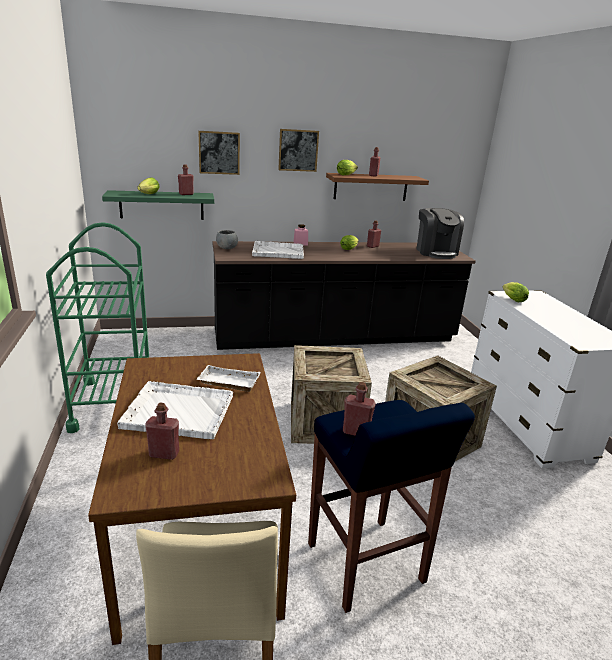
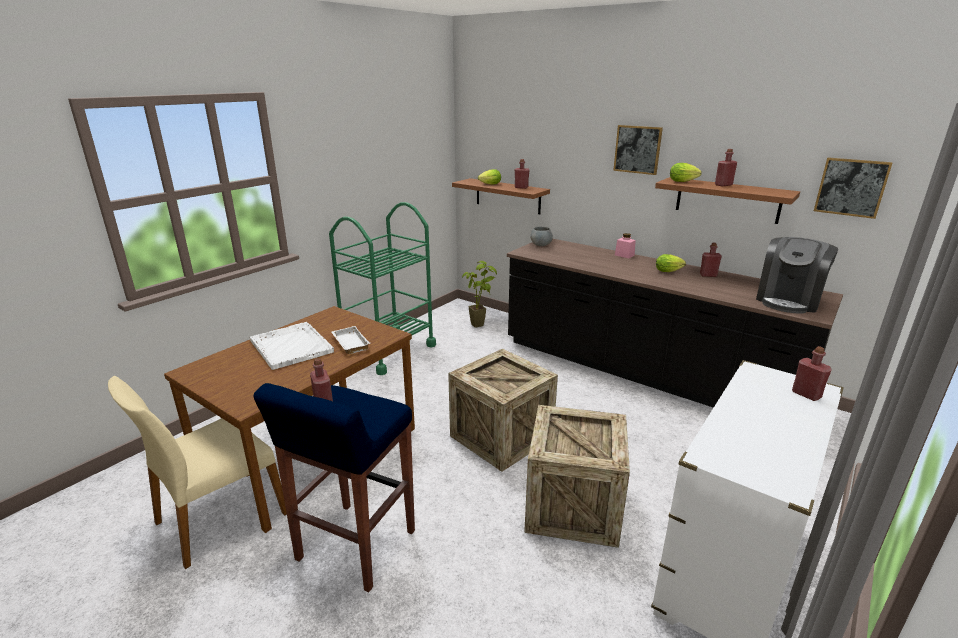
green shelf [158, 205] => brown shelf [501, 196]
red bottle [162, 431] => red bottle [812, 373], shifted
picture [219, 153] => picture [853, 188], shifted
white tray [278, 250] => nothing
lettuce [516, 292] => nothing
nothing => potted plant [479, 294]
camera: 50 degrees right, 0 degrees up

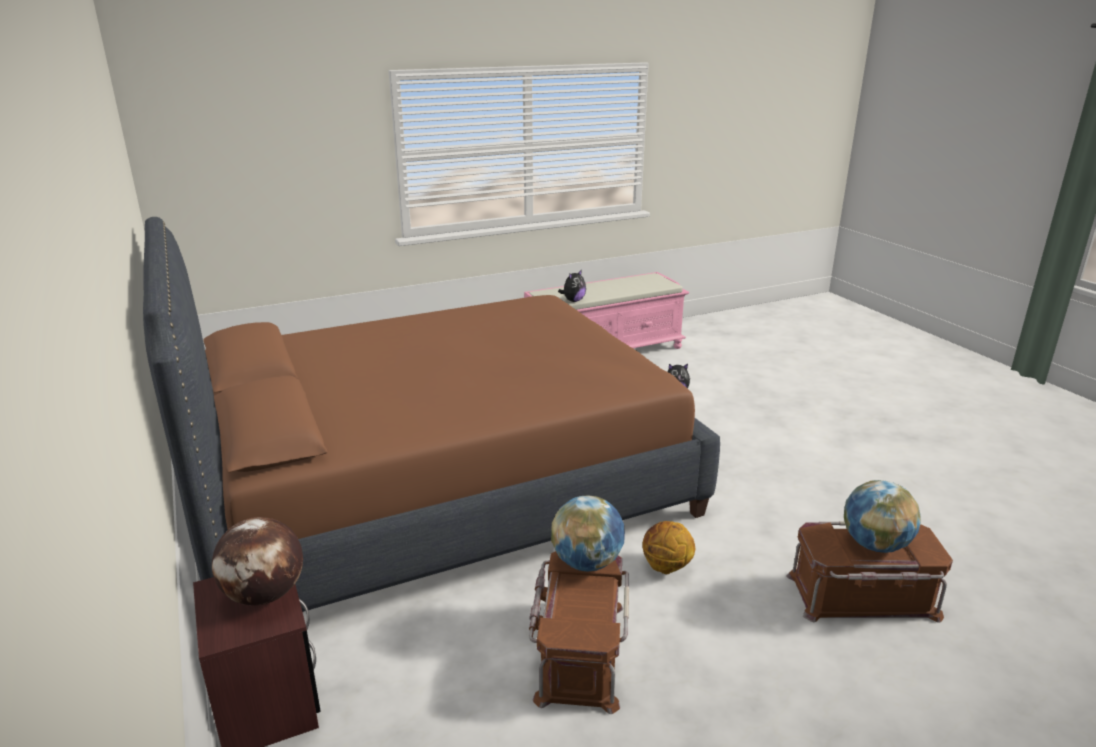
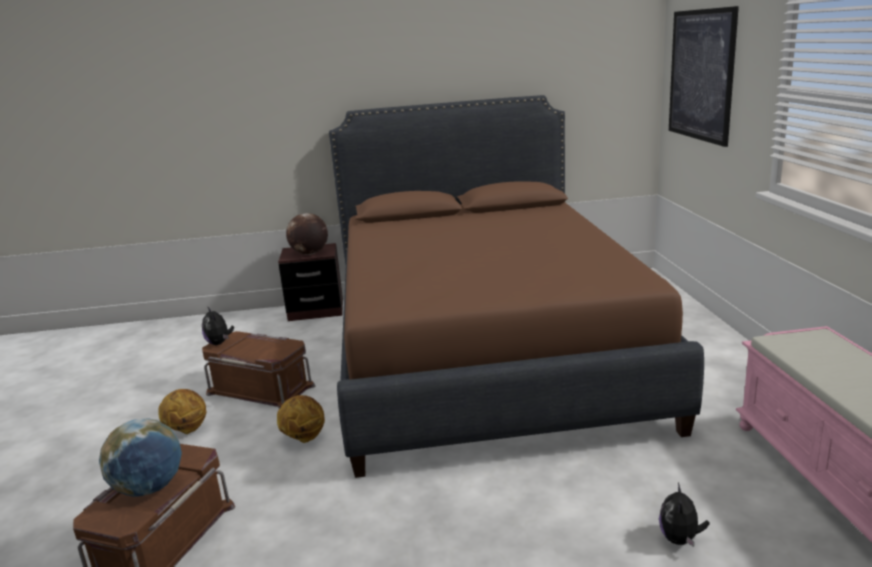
globe [588, 533] => nothing
plush toy [572, 285] => plush toy [218, 325], shifted
nothing => basketball [182, 411]
nothing => picture [704, 76]
camera: 110 degrees right, 5 degrees down

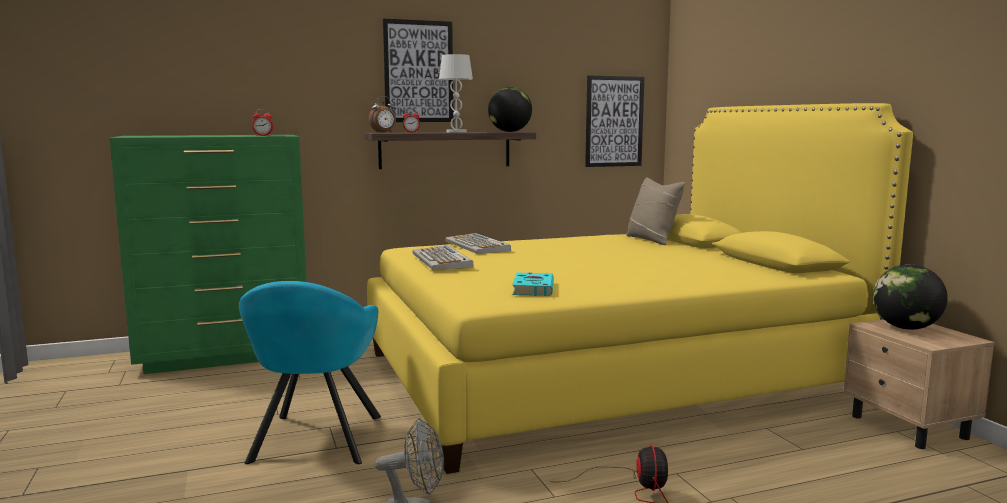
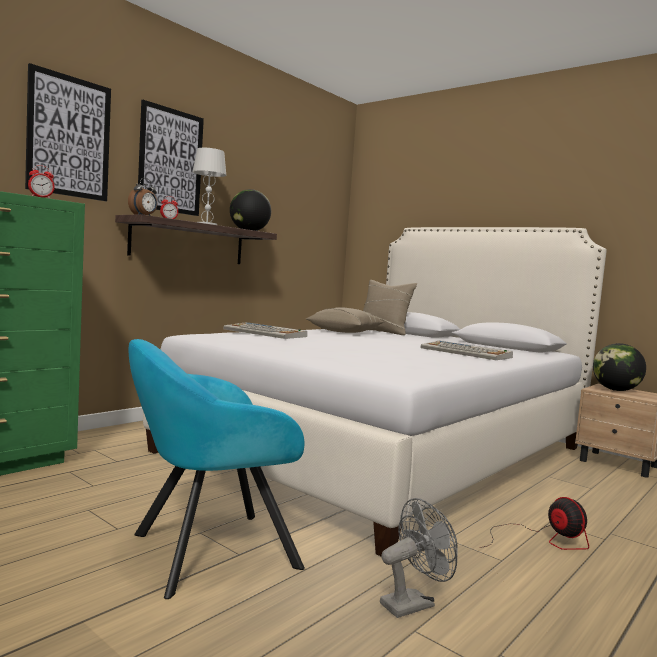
turquoise armchair [310, 372] => turquoise armchair [216, 469], 90 degrees clockwise
yellow bed [640, 288] => white bed [375, 391]
keyboard [443, 257] => keyboard [467, 350], shifted
turquoise book [533, 284] => nothing
picture [614, 121] => picture [68, 132], shifted
nothing => beige pillow [345, 320]
camera: 30 degrees left, 5 degrees down

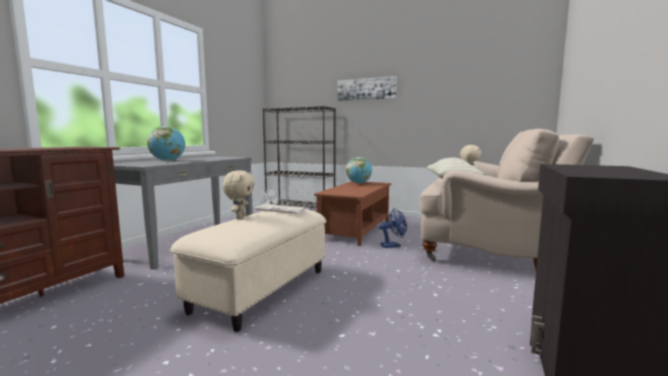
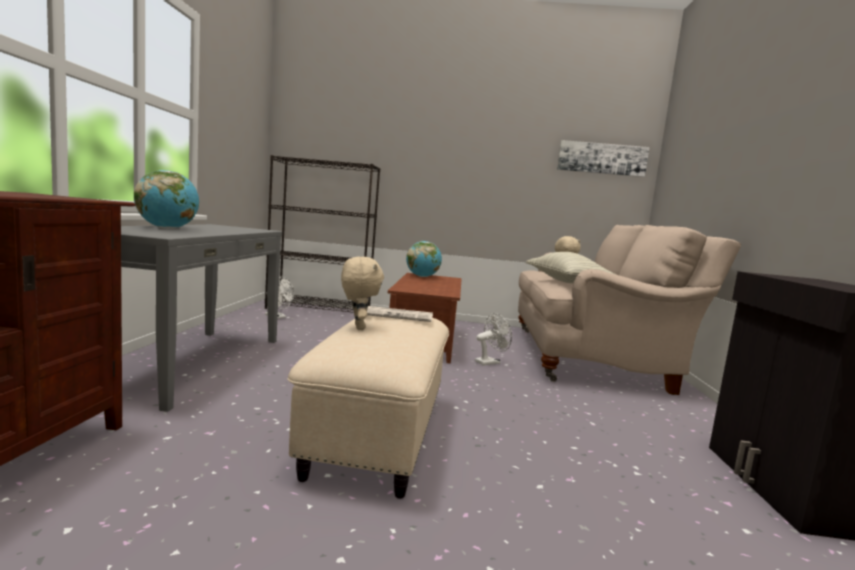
picture [367, 88] => picture [603, 158], shifted
blue fan [393, 228] => white fan [493, 339]
camera: 20 degrees left, 0 degrees up

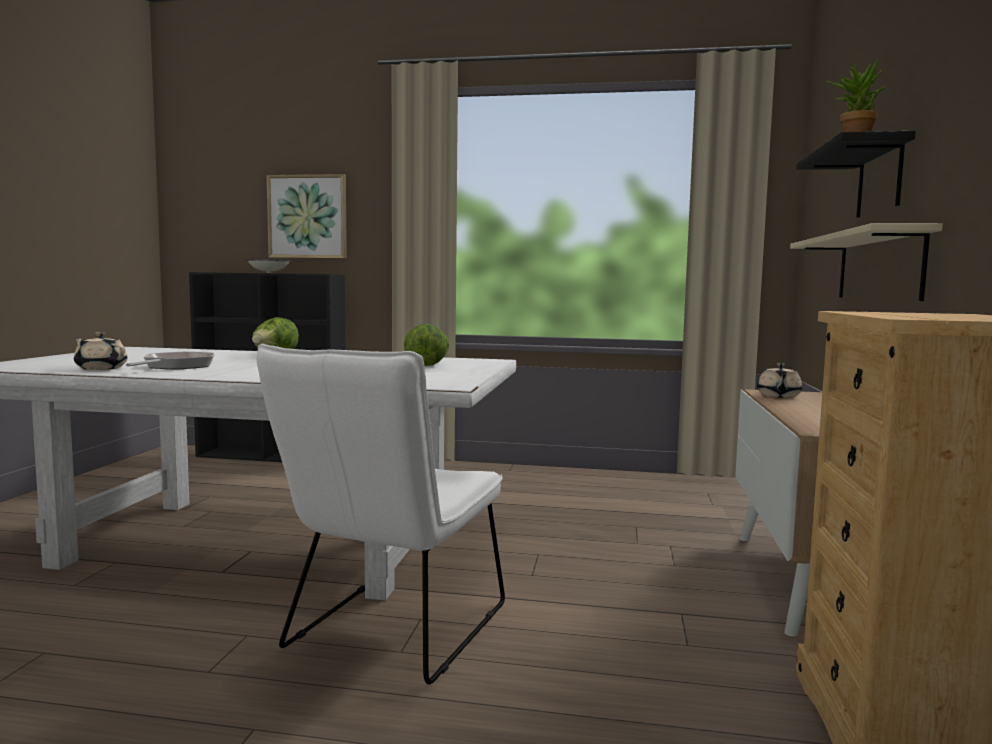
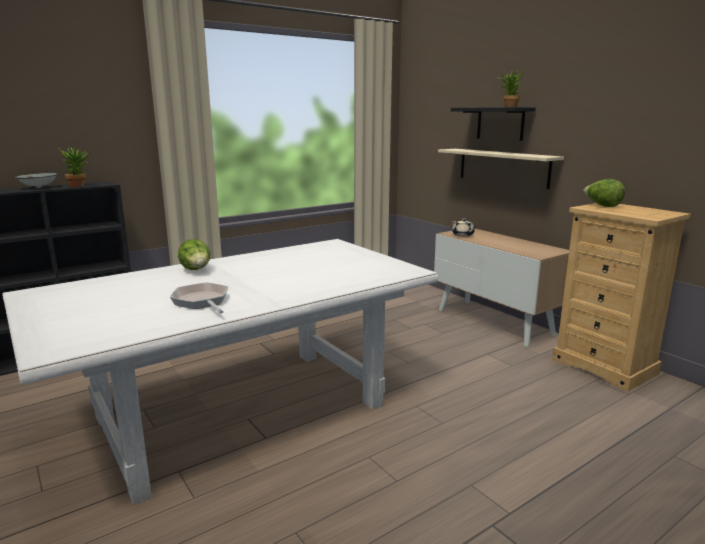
beige teapot [100, 351] => nothing
white chair [381, 514] => nothing
picture [306, 216] => nothing
lettuce [426, 345] => lettuce [604, 193], shifted
nothing => potted plant [75, 167]
camera: 45 degrees left, 10 degrees up

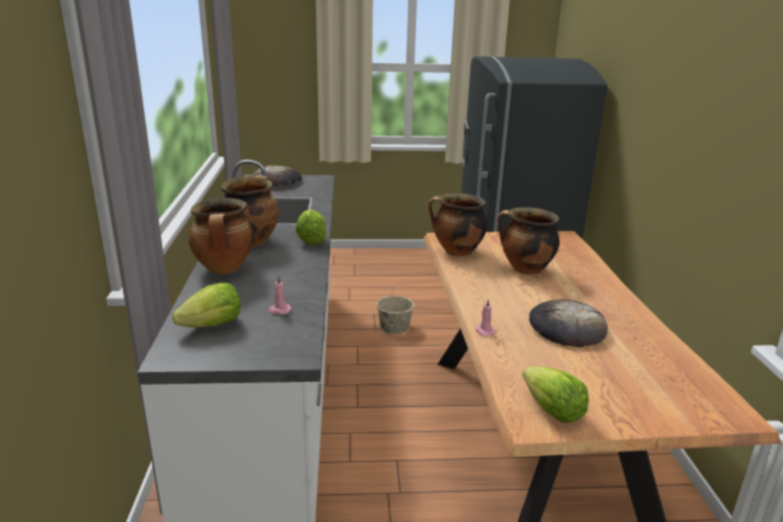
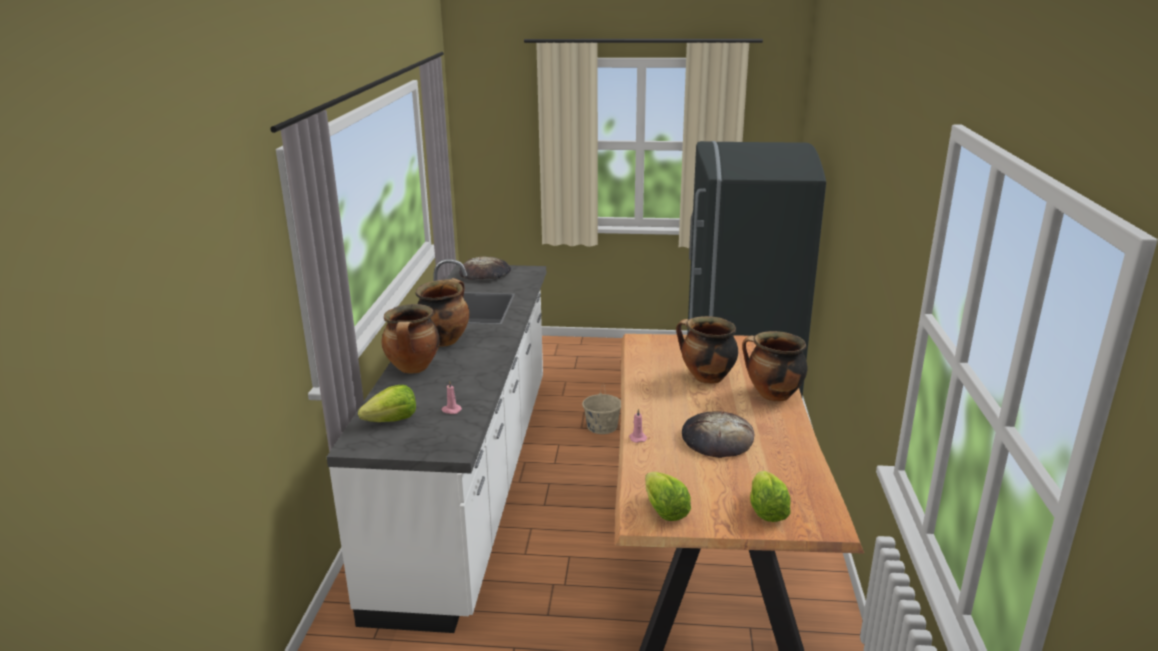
lettuce [311, 227] => lettuce [770, 496], shifted
cooking pot [458, 224] => cooking pot [775, 366], shifted
camera: 10 degrees right, 0 degrees up

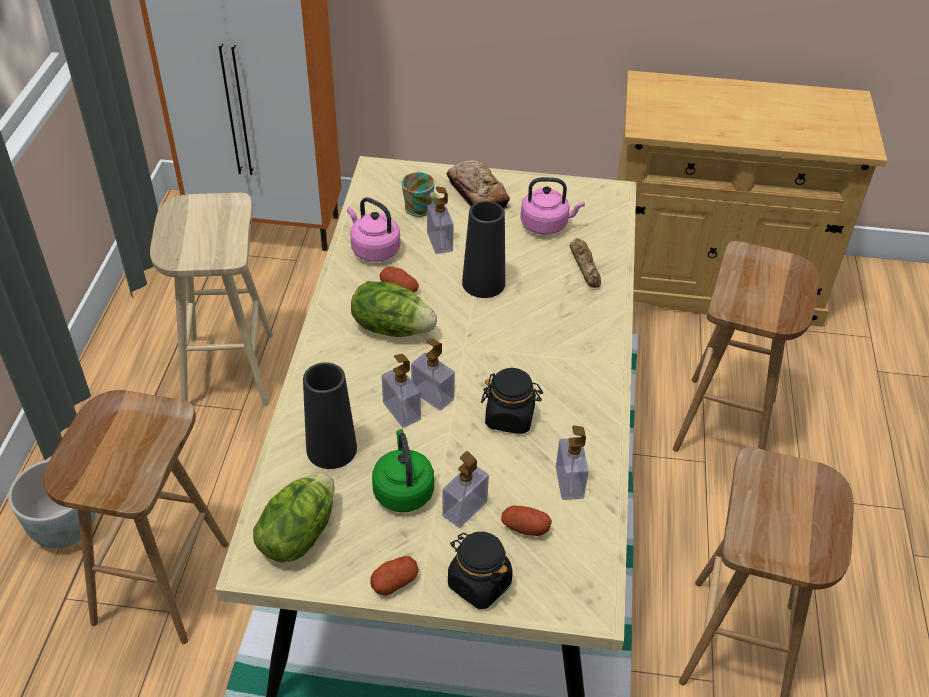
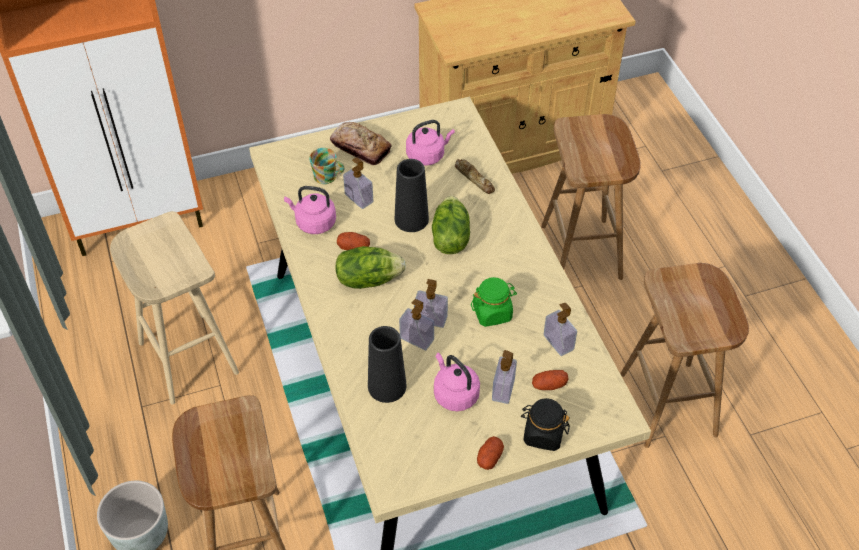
lettuce [293, 517] => lettuce [451, 225], shifted
green kettle [403, 470] => pink kettle [457, 381]
black jar [512, 401] => green jar [494, 302]
camera: 25 degrees left, 5 degrees up

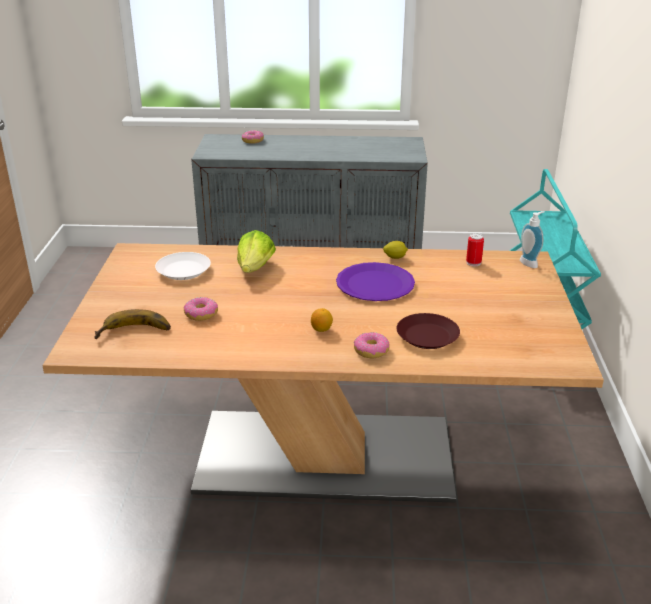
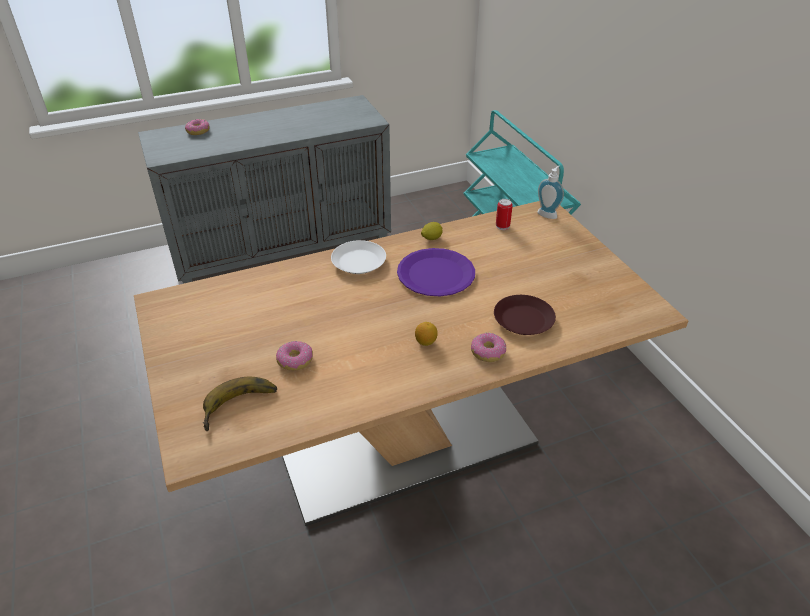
white plate [183, 266] => white plate [358, 257], shifted
lettuce [256, 251] => nothing
camera: 25 degrees left, 10 degrees up

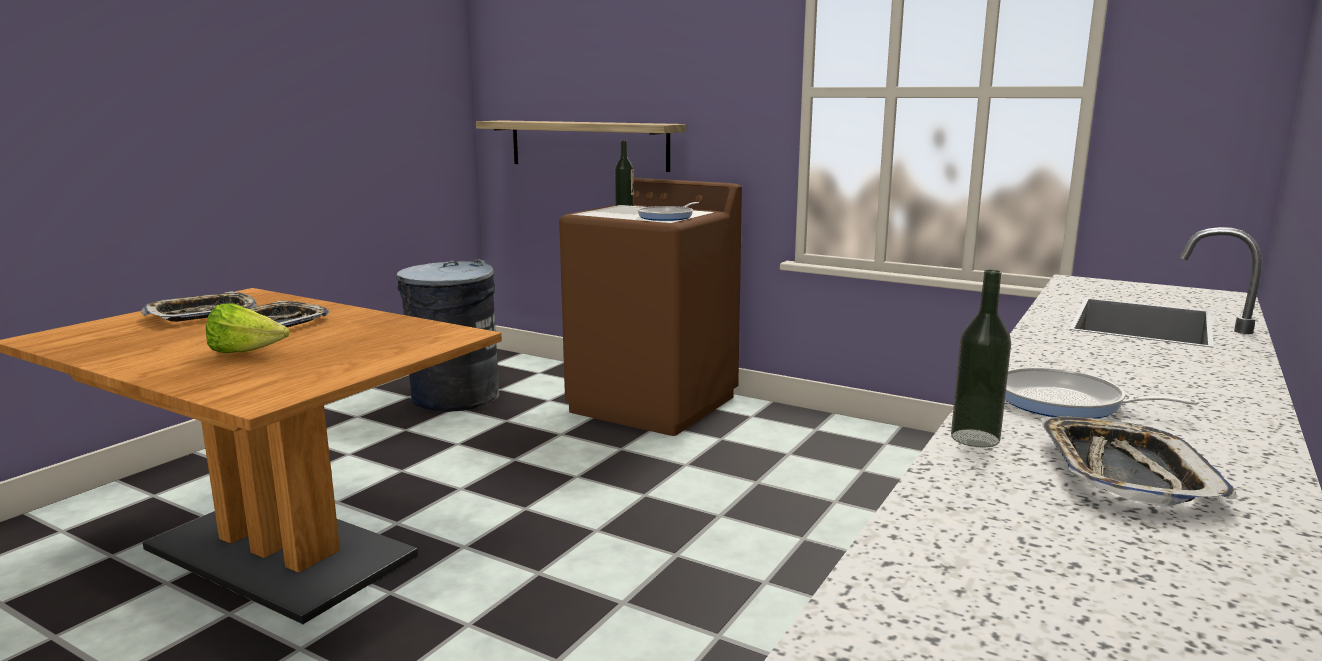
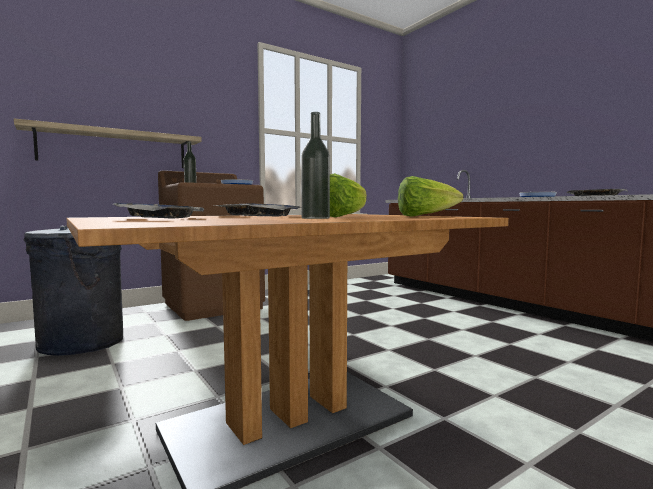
bottle [981, 359] => bottle [315, 165], shifted
nothing => lettuce [430, 196]
camera: 65 degrees left, 10 degrees down

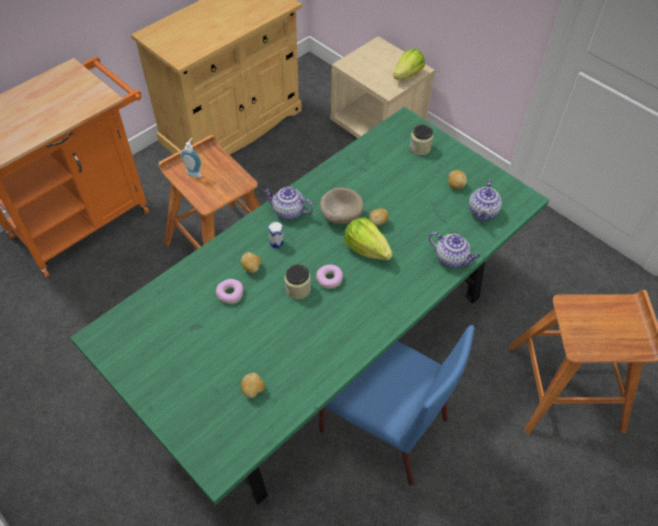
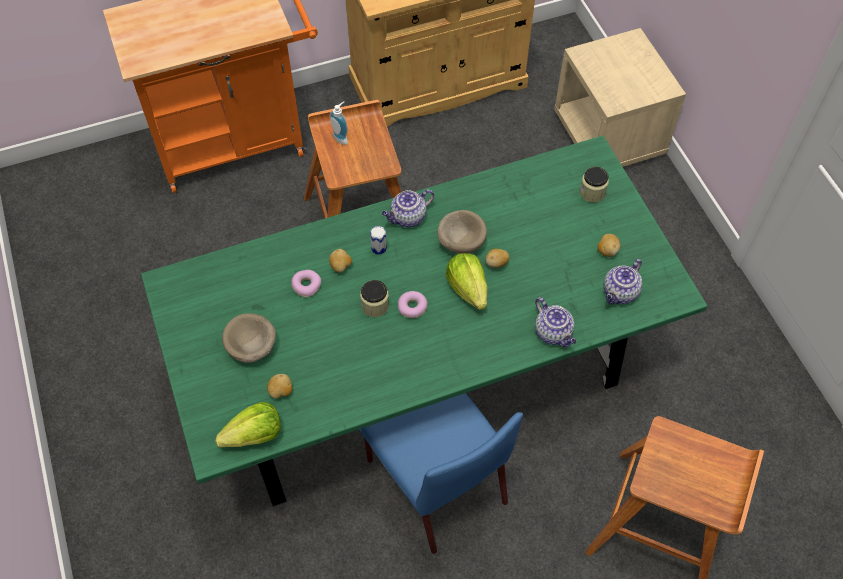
teapot [288, 203] => teapot [408, 208], 75 degrees counterclockwise
lettuce [409, 64] => lettuce [248, 424], shifted
nothing => beige bowl [249, 338]
camera: 25 degrees right, 5 degrees up

